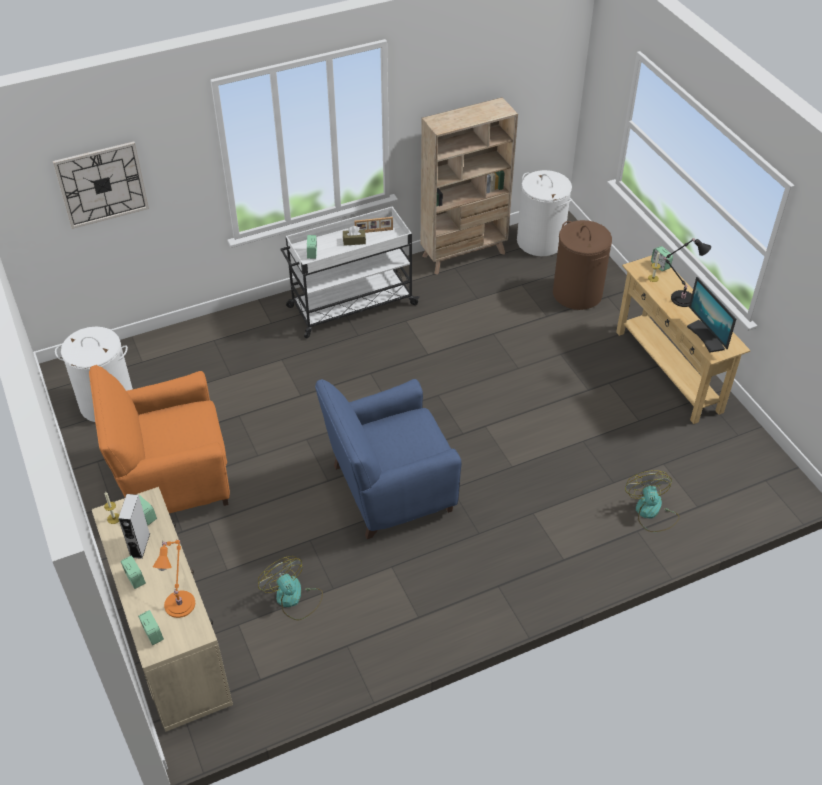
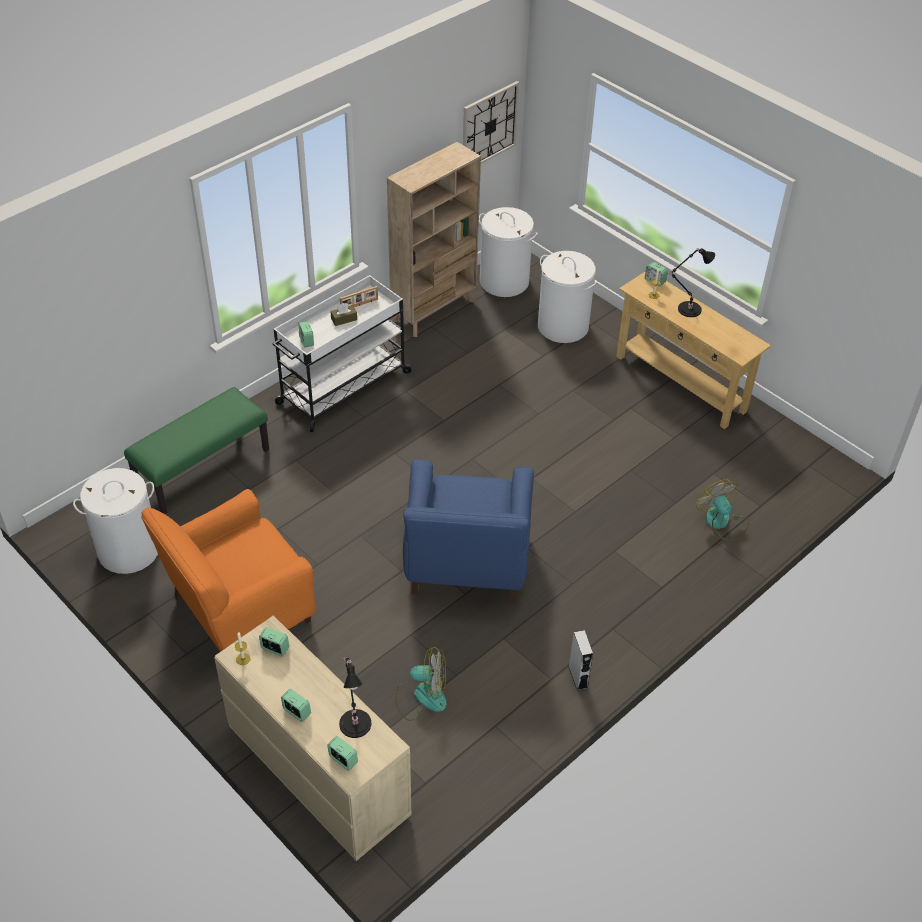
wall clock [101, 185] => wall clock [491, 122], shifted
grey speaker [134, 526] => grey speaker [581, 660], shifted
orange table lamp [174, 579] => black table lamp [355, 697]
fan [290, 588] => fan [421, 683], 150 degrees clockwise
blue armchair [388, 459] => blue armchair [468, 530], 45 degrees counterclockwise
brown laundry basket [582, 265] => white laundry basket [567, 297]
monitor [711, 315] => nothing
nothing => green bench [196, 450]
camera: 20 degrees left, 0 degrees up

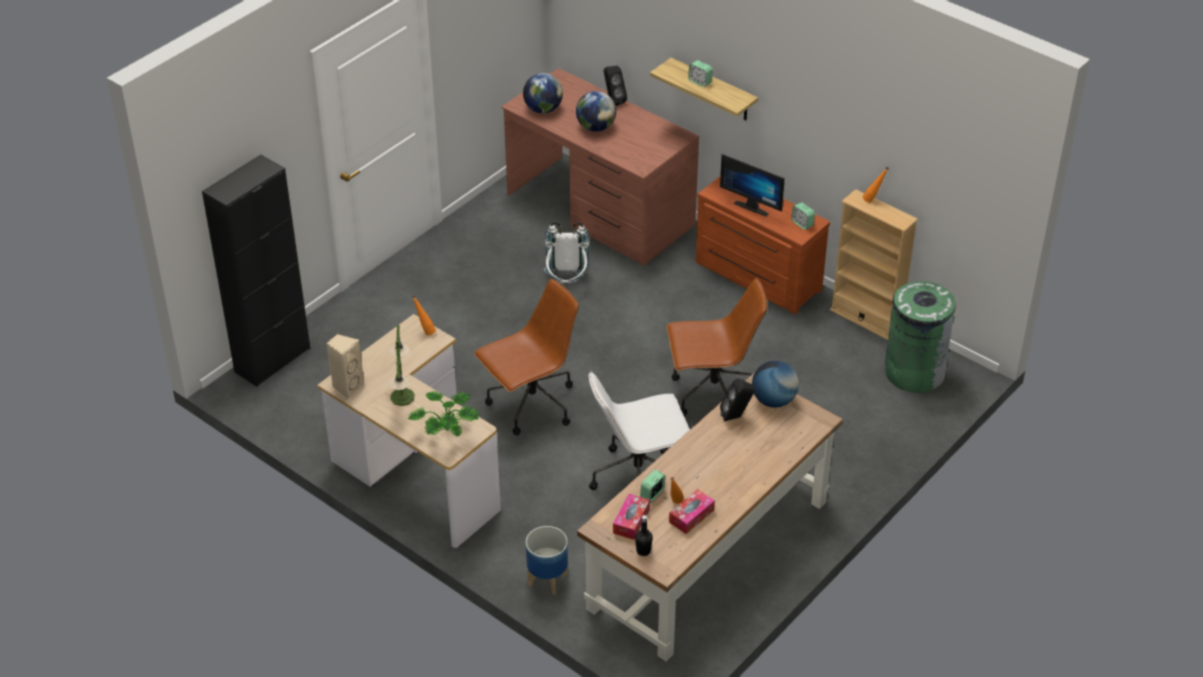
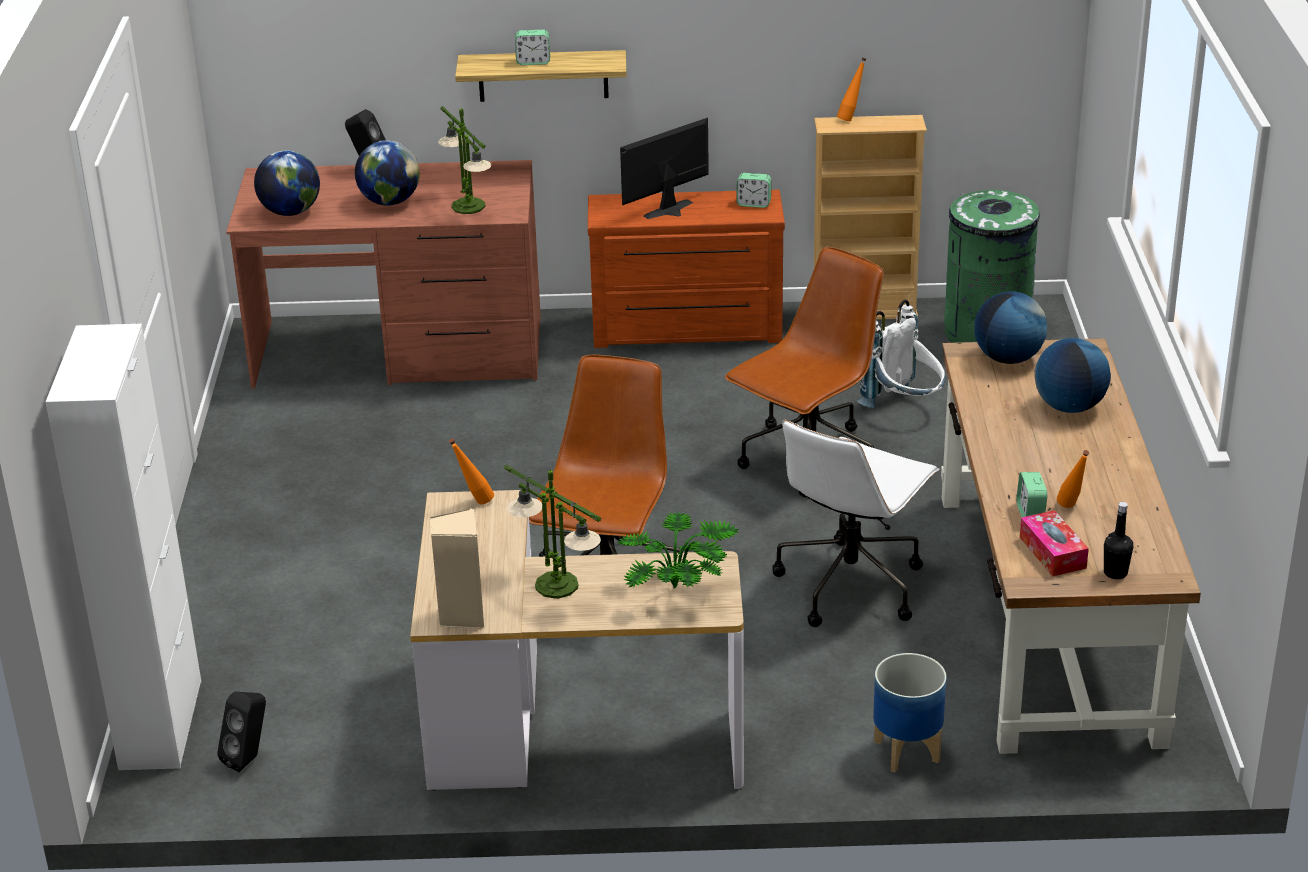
black cabinet [256, 270] => white cabinet [123, 547]
white backpack [566, 252] => white backpack [901, 354], shifted
tissue box [692, 511] => nothing
monitor [752, 185] => monitor [664, 168], 150 degrees clockwise
black speaker [737, 399] => black speaker [241, 732], shifted
nothing => table lamp [464, 160]
nothing => globe [1073, 375]
camera: 40 degrees left, 10 degrees down

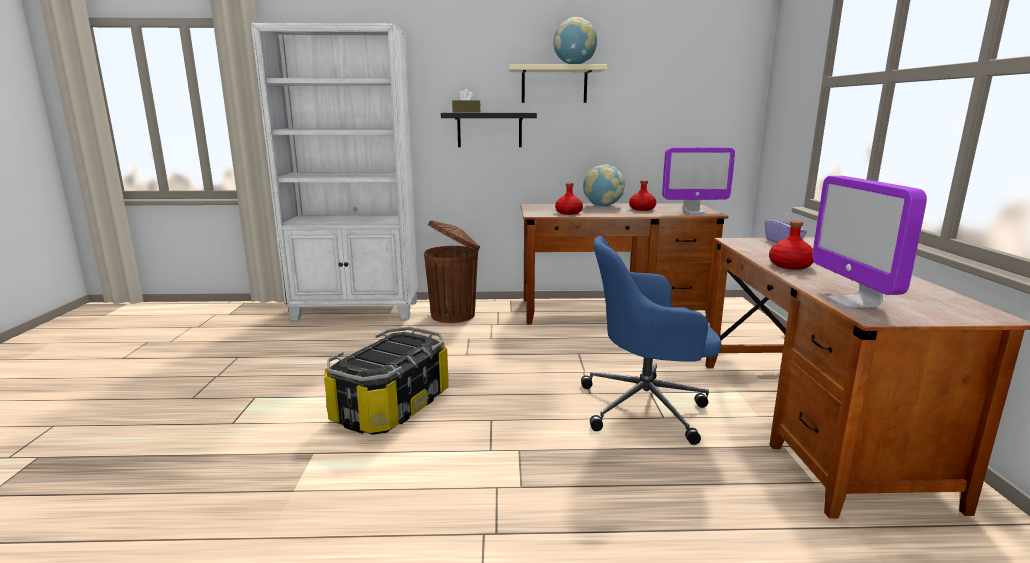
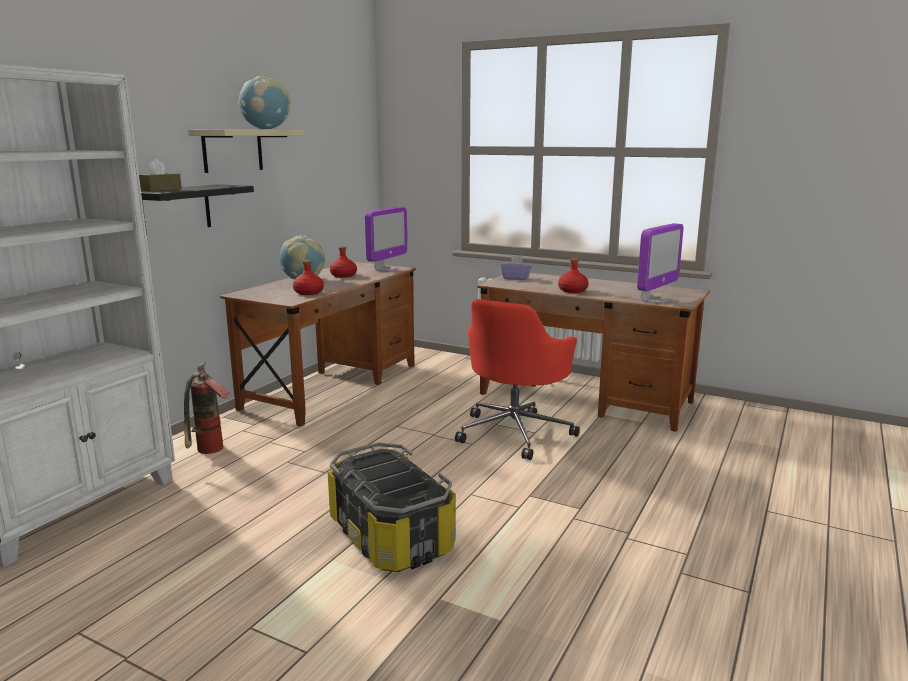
brown trash can [452, 271] => fire extinguisher [207, 408]
blue office chair [651, 340] => red office chair [517, 379]
monitor [869, 242] => monitor [660, 263], 75 degrees counterclockwise
camera: 60 degrees left, 0 degrees up

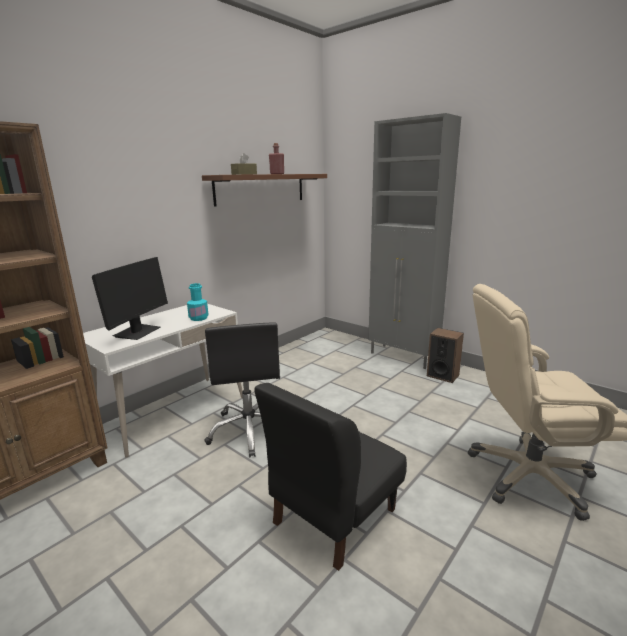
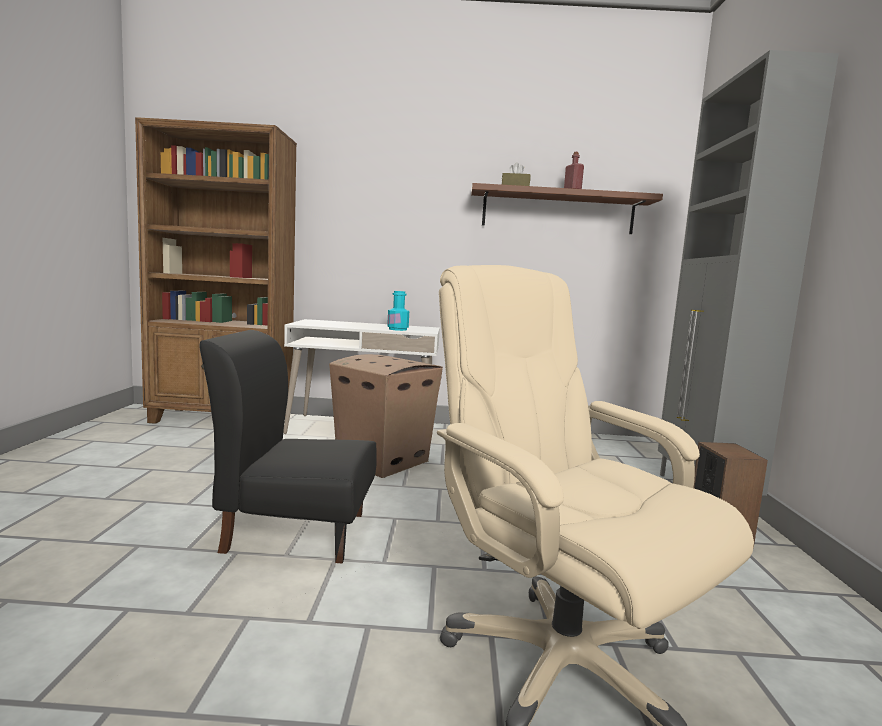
monitor [130, 298] => nothing
black office chair [242, 389] => cardboard box [386, 416]
camera: 50 degrees right, 10 degrees down

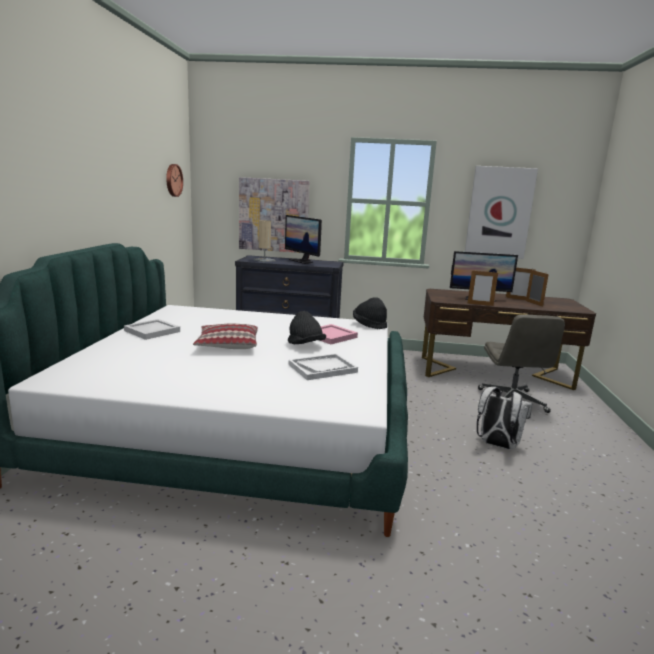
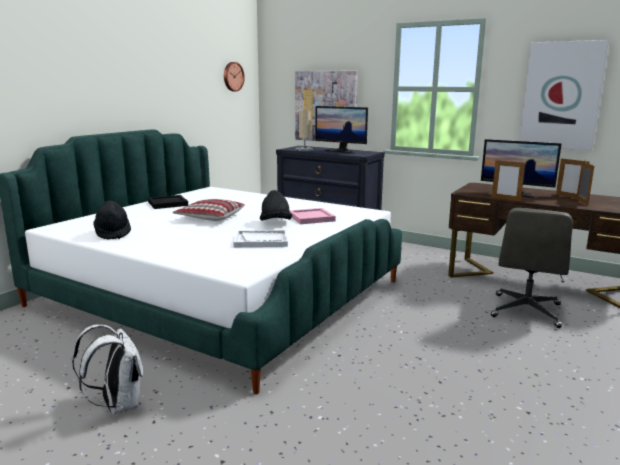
white tray [152, 329] => black tray [168, 202]
monitor [303, 239] => monitor [341, 129], 45 degrees counterclockwise
black hat [370, 313] => black hat [112, 220], shifted
white backpack [504, 418] => white backpack [107, 369], shifted
camera: 25 degrees right, 0 degrees up

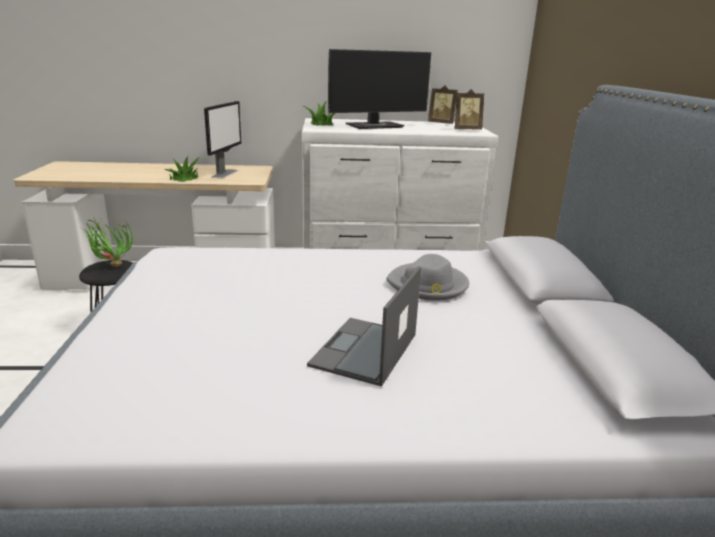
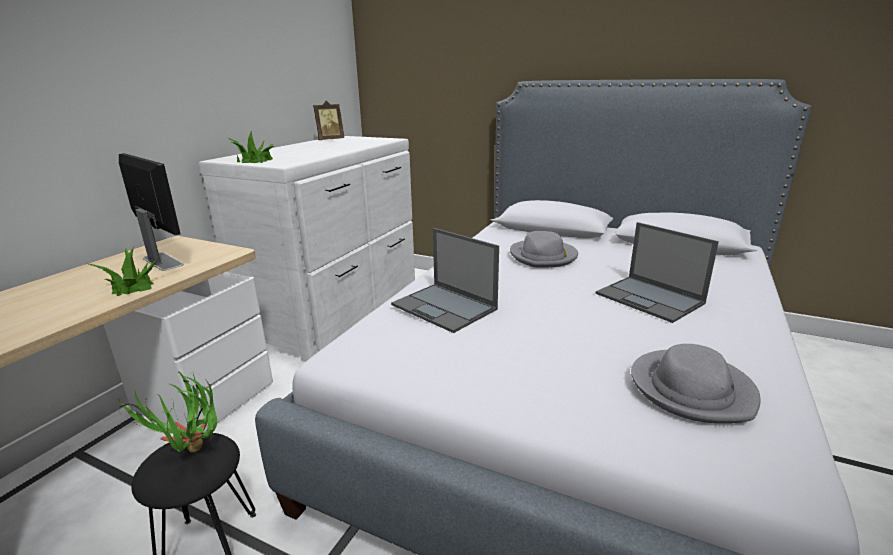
monitor [379, 89] => nothing
picture frame [469, 109] => nothing
nothing => laptop [445, 280]
nothing => grey hat [696, 383]
camera: 60 degrees left, 0 degrees up

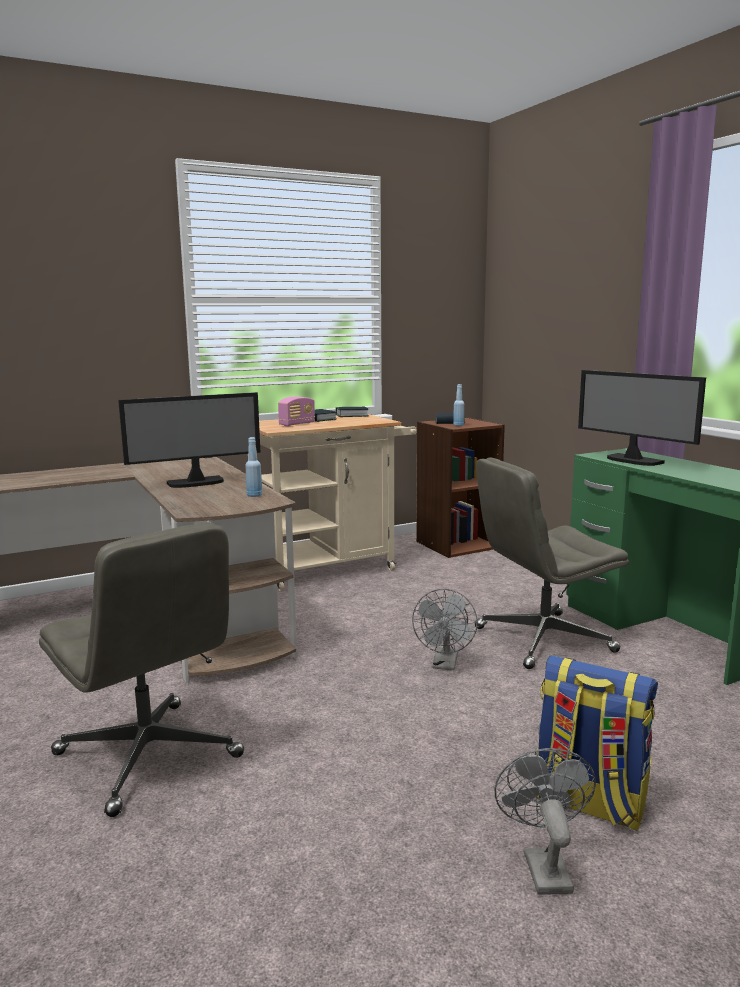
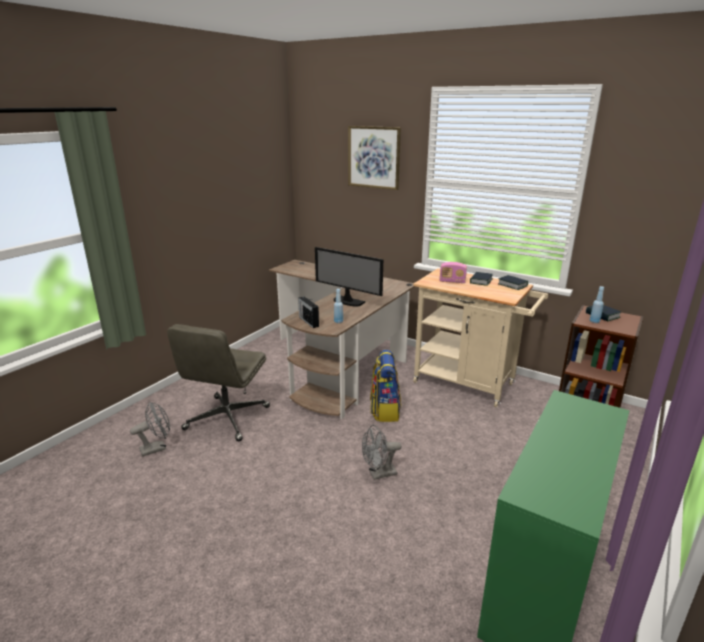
grey office chair [552, 563] => nothing
grey fan [545, 821] => grey fan [150, 429], shifted
backpack [596, 743] => backpack [385, 386], shifted
monitor [642, 418] => nothing
nothing => radio [308, 312]
nothing => picture [374, 158]
camera: 60 degrees right, 10 degrees up

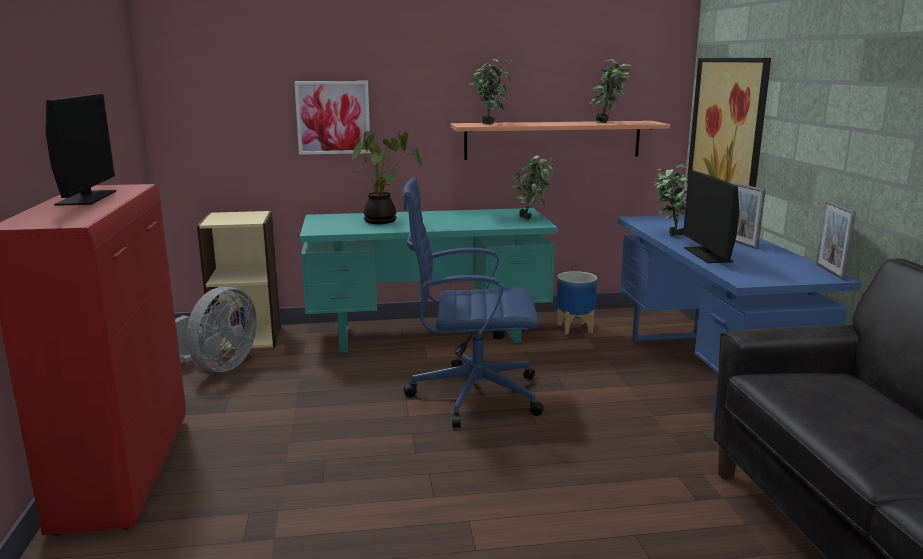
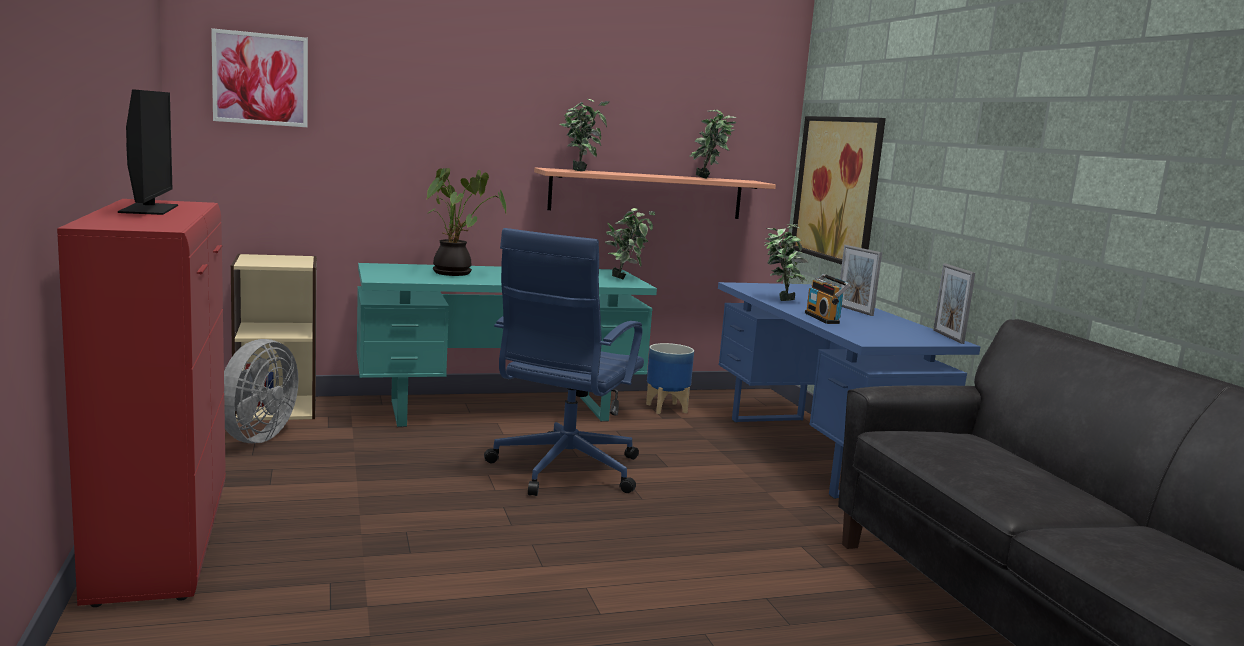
picture [332, 118] => picture [259, 77], shifted
blue office chair [473, 303] => blue office chair [564, 362], 60 degrees counterclockwise
monitor [711, 216] => radio [827, 299]
camera: 10 degrees left, 5 degrees down

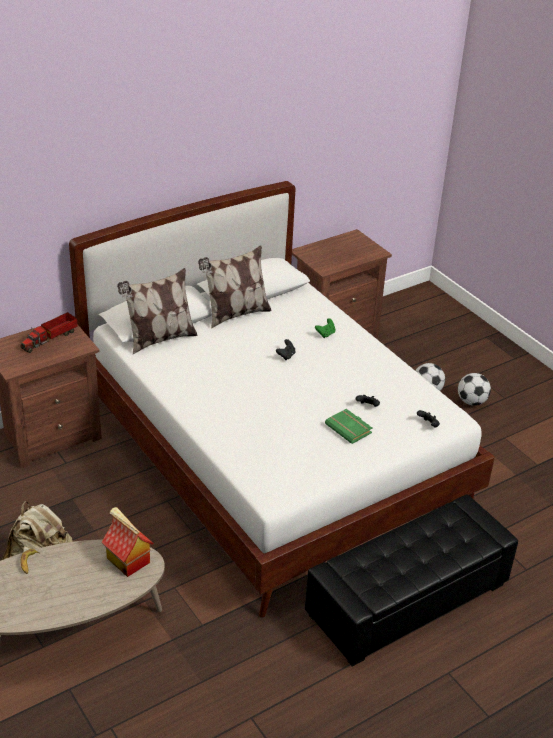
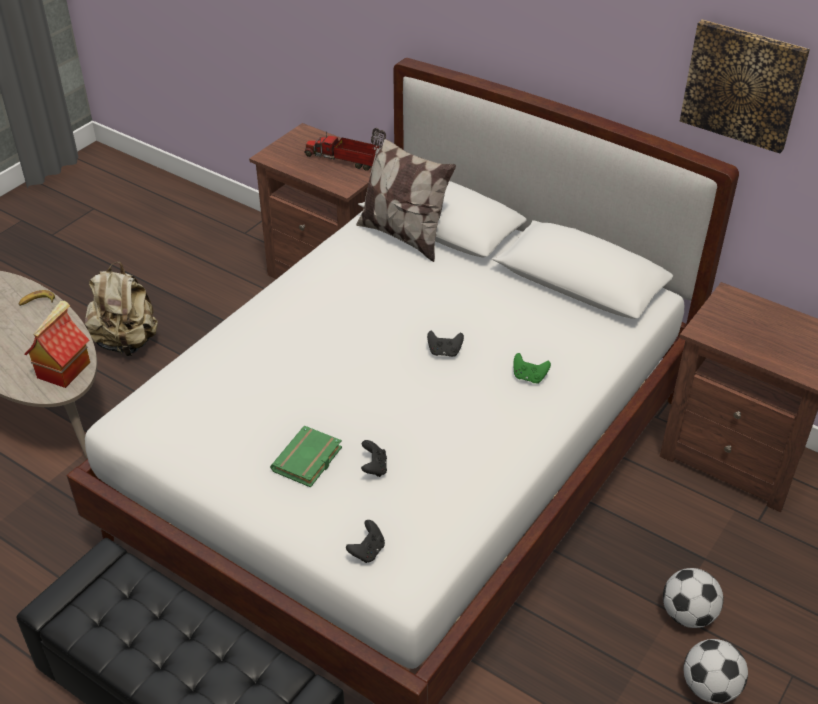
pillow [235, 287] => nothing
nothing => picture [745, 86]
camera: 70 degrees right, 5 degrees up

